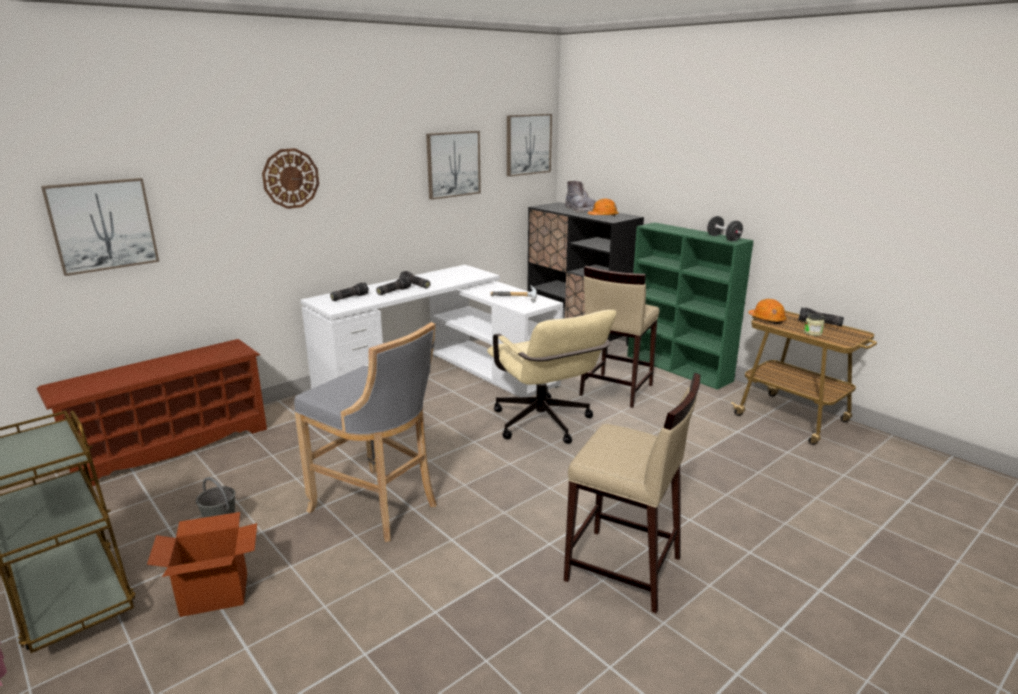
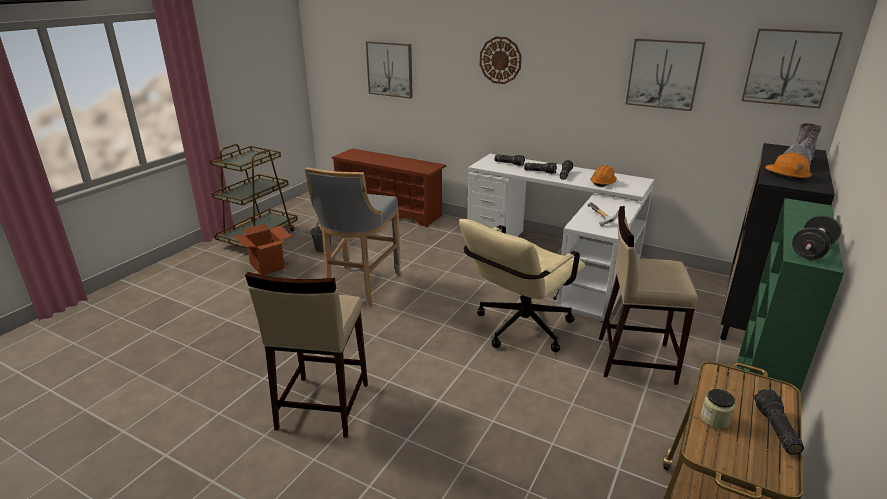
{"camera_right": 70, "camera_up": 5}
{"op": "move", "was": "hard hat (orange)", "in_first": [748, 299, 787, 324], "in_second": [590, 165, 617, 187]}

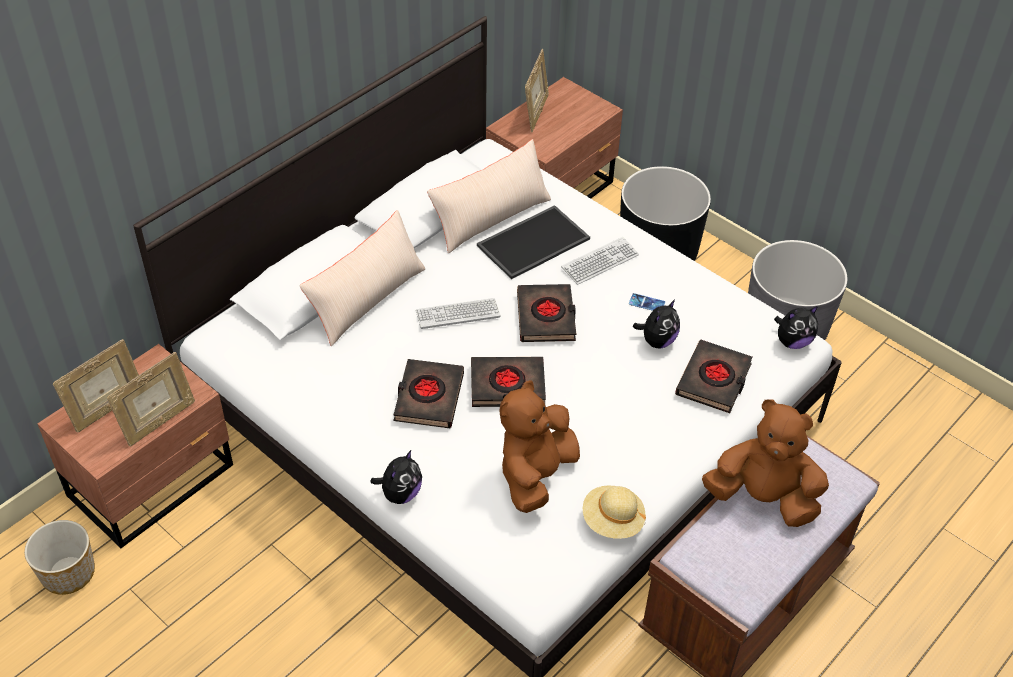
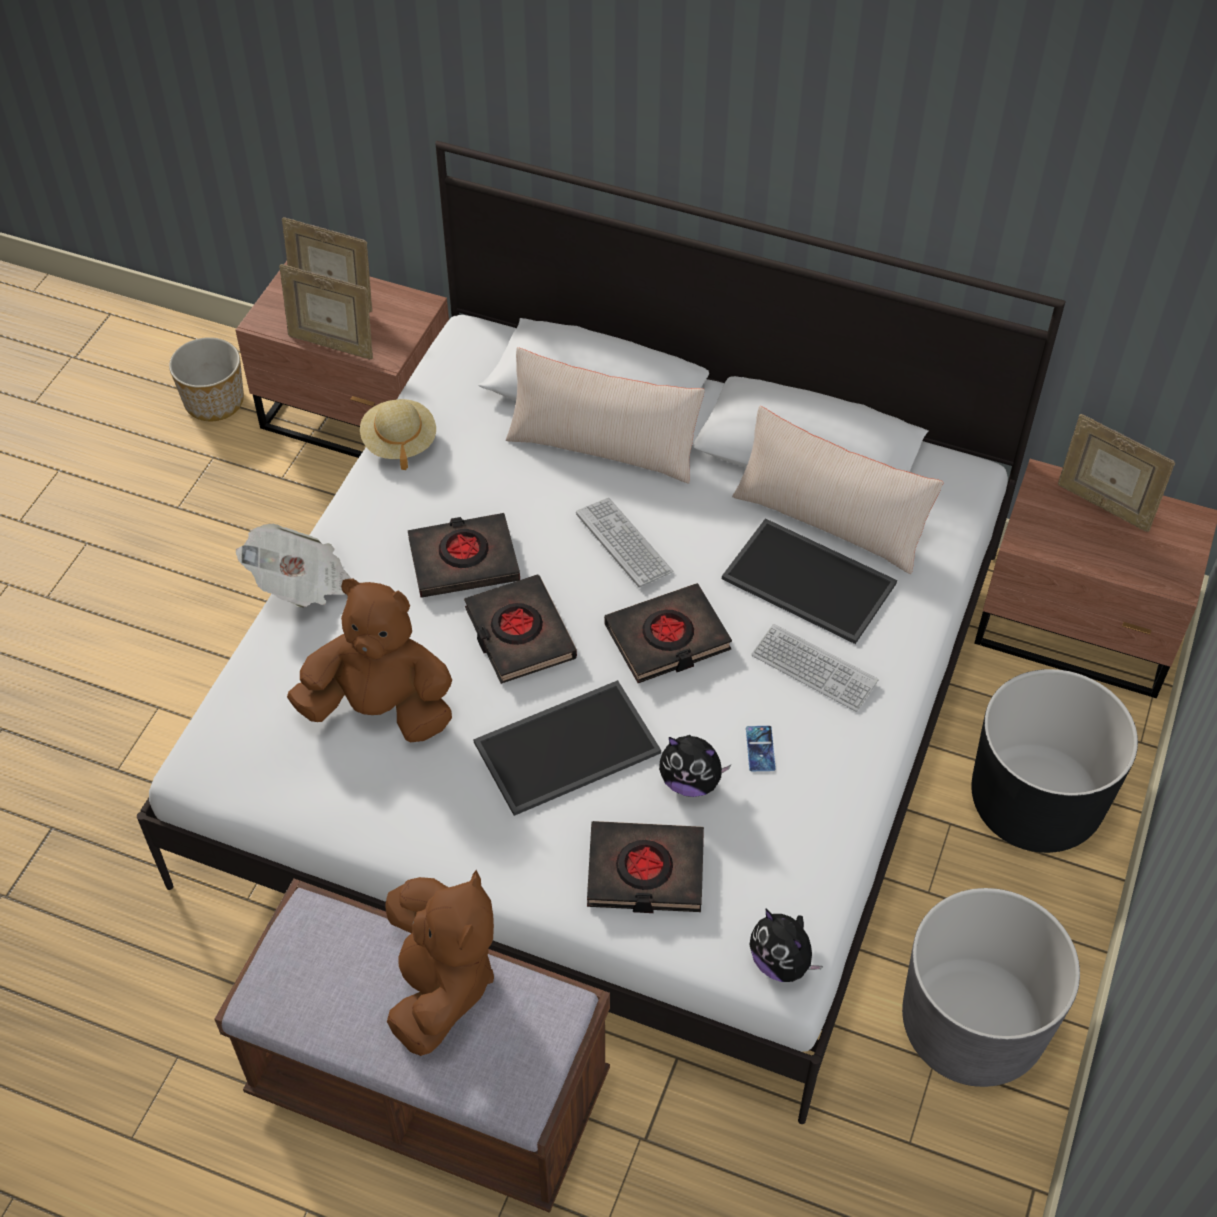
{"camera_right": 70, "camera_up": 5}
{"op": "rotate", "was": "picture frame", "in_first": [525, 49, 549, 132], "in_second": [1058, 414, 1175, 532], "clockwise": 45}
{"op": "replace", "was": "plush toy", "now": "newspaper", "in_first": [370, 450, 422, 504], "in_second": [236, 524, 351, 608]}
{"op": "move", "was": "hat (beige)", "in_first": [583, 486, 646, 539], "in_second": [360, 399, 436, 470]}
{"op": "insert", "now": "tray", "in_second": [473, 680, 661, 816]}

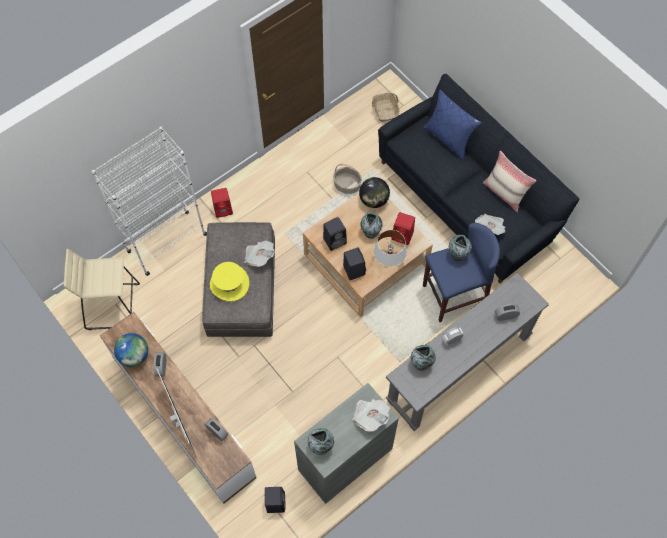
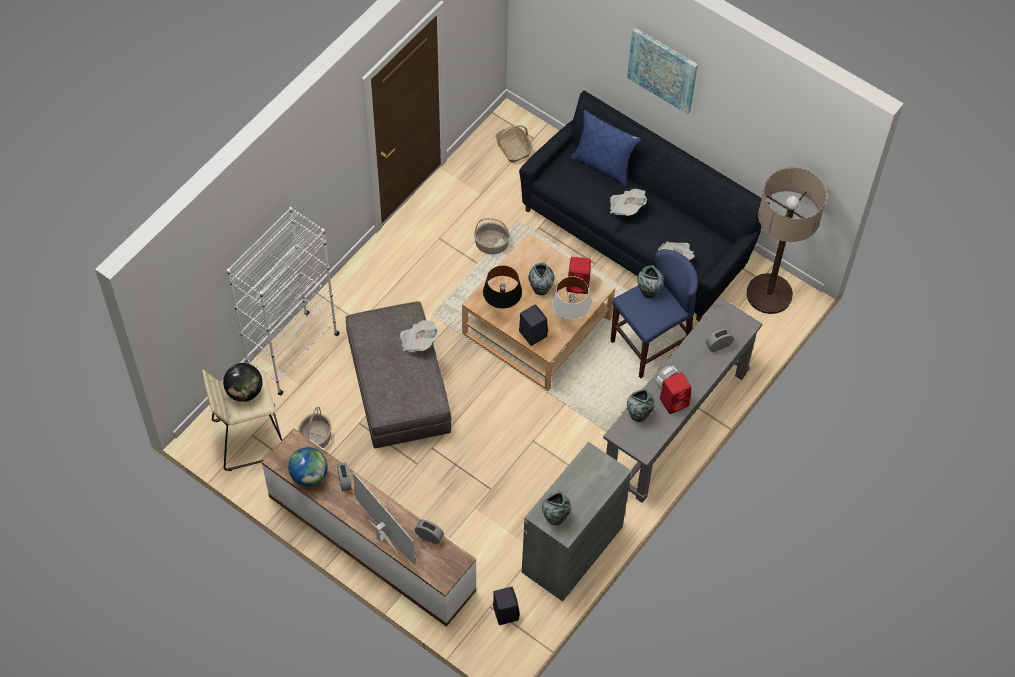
{"camera_right": -15, "camera_up": -5}
{"op": "delete", "was": "pillow (beige)", "in_first": [483, 151, 536, 212]}
{"op": "move", "was": "globe", "in_first": [359, 177, 390, 208], "in_second": [223, 363, 262, 402]}
{"op": "move", "was": "speaker (red)", "in_first": [211, 188, 233, 218], "in_second": [660, 372, 691, 414]}
{"op": "replace", "was": "speaker (black)", "now": "table lamp (black)", "in_first": [323, 217, 347, 251], "in_second": [483, 266, 522, 309]}
{"op": "delete", "was": "hat (yellow)", "in_first": [210, 262, 250, 302]}
{"op": "move", "was": "newspaper", "in_first": [352, 399, 390, 432], "in_second": [610, 188, 647, 216]}
{"op": "insert", "now": "picture", "in_second": [627, 28, 698, 114]}
{"op": "insert", "now": "floor lamp", "in_second": [746, 168, 827, 314]}
{"op": "insert", "now": "basket", "in_second": [298, 407, 331, 448]}

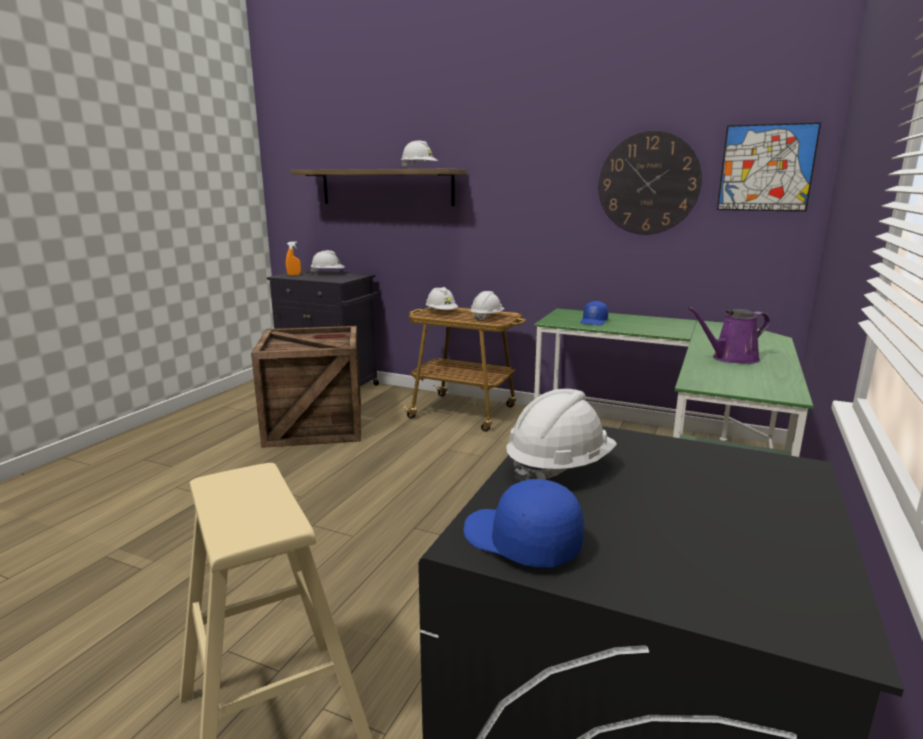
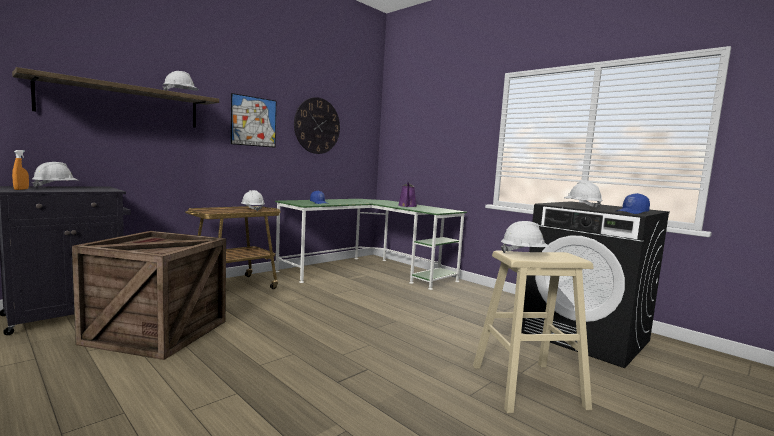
{"camera_right": -70, "camera_up": -10}
{"op": "move", "was": "picture", "in_first": [717, 122, 821, 212], "in_second": [231, 93, 276, 148]}
{"op": "move", "was": "hard hat (white)", "in_first": [426, 287, 458, 310], "in_second": [501, 221, 550, 253]}

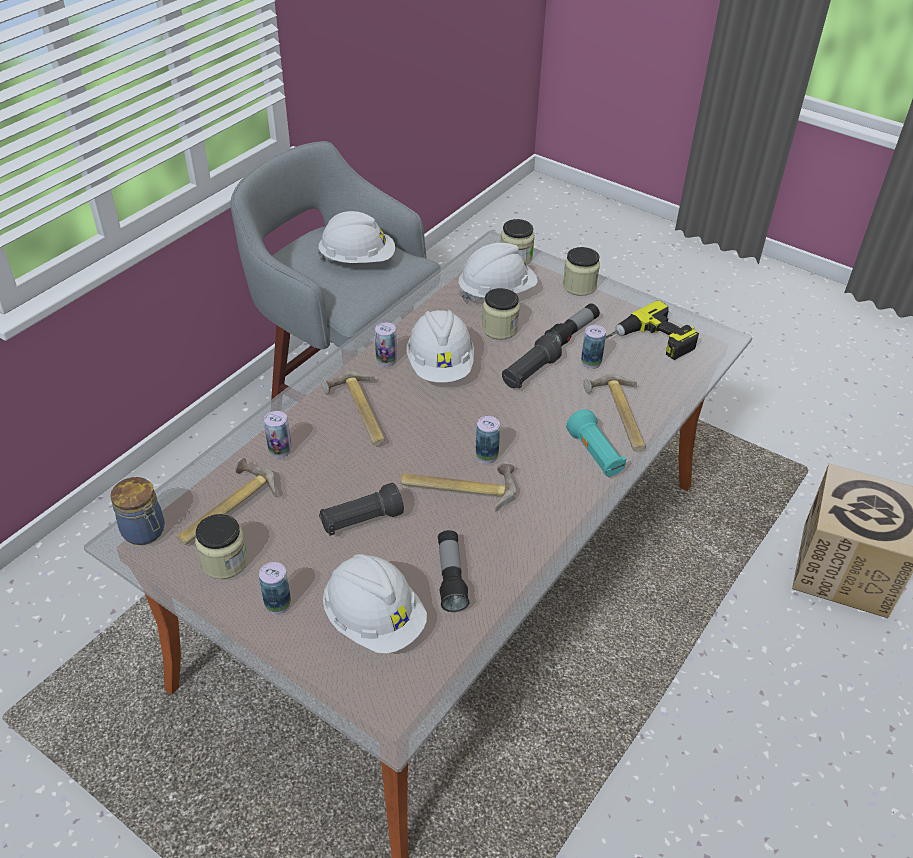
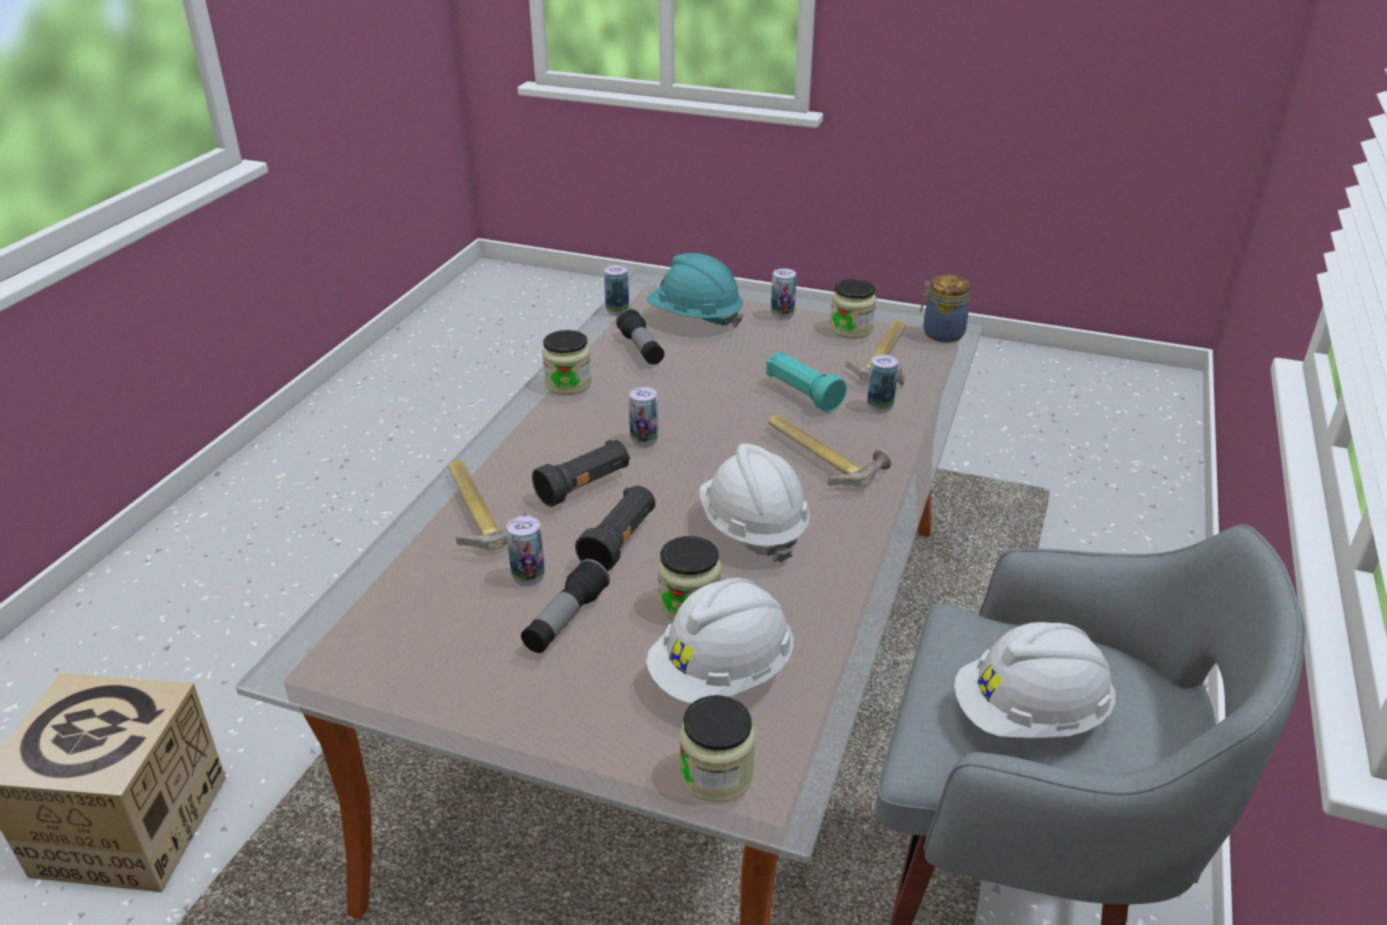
{"camera_right": 165, "camera_up": -10}
{"op": "move", "was": "jar", "in_first": [563, 247, 600, 296], "in_second": [542, 330, 592, 395]}
{"op": "delete", "was": "power drill", "in_first": [606, 301, 699, 360]}
{"op": "move", "was": "can", "in_first": [375, 322, 397, 367], "in_second": [604, 265, 629, 316]}
{"op": "move", "was": "flashlight (turquoise)", "in_first": [566, 409, 626, 476], "in_second": [766, 351, 847, 412]}
{"op": "delete", "was": "hammer", "in_first": [401, 462, 516, 512]}
{"op": "move", "was": "flashlight (black)", "in_first": [319, 483, 404, 536], "in_second": [532, 440, 630, 507]}
{"op": "recolor", "was": "hard hat (white)", "now": "hard hat (turquoise)", "in_first": [323, 554, 427, 654], "in_second": [647, 253, 744, 328]}

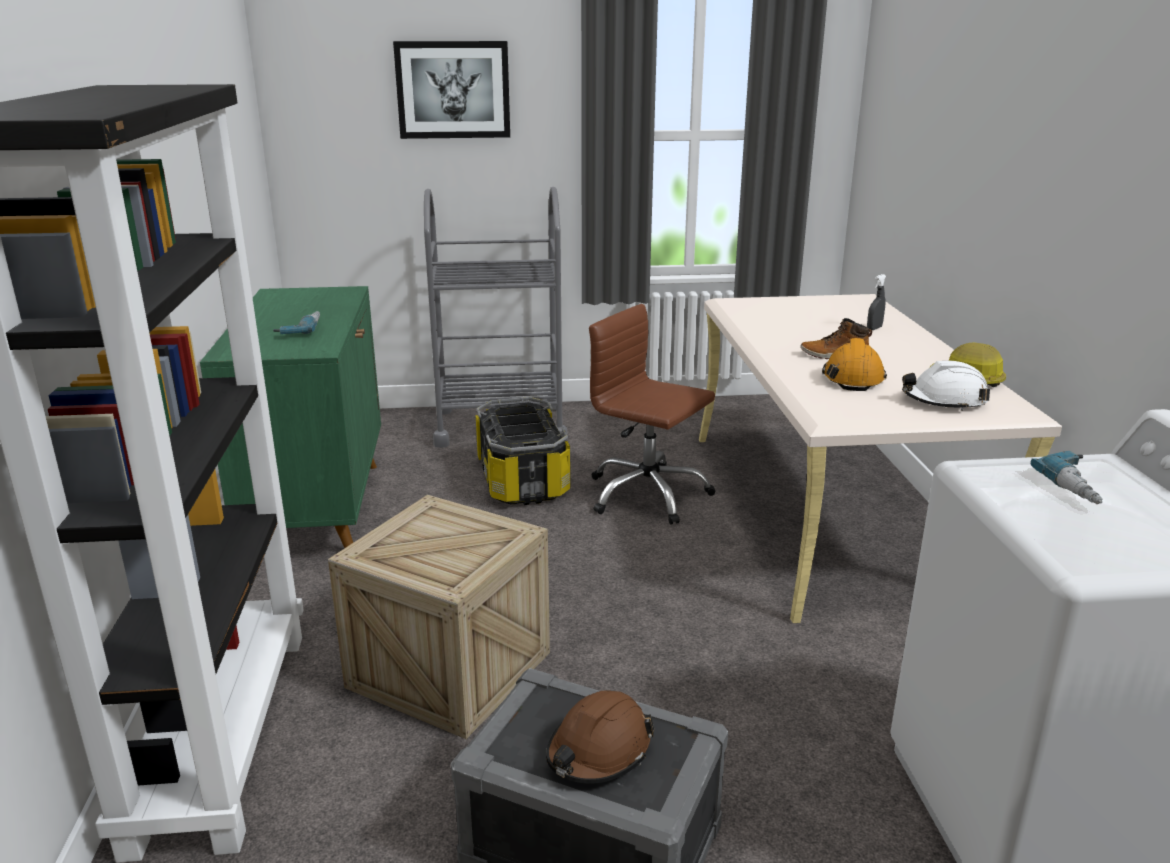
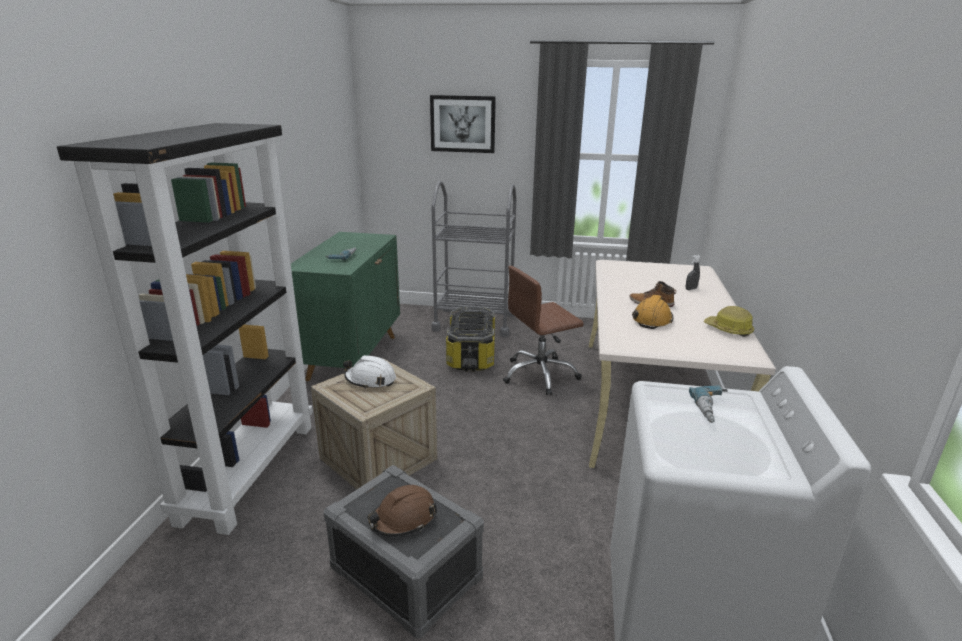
{"camera_right": 15, "camera_up": 0}
{"op": "rotate", "was": "office chair (brown)", "in_first": [589, 304, 716, 525], "in_second": [503, 266, 584, 395], "clockwise": -75}
{"op": "move", "was": "hard hat (white)", "in_first": [902, 361, 990, 411], "in_second": [343, 355, 396, 389]}

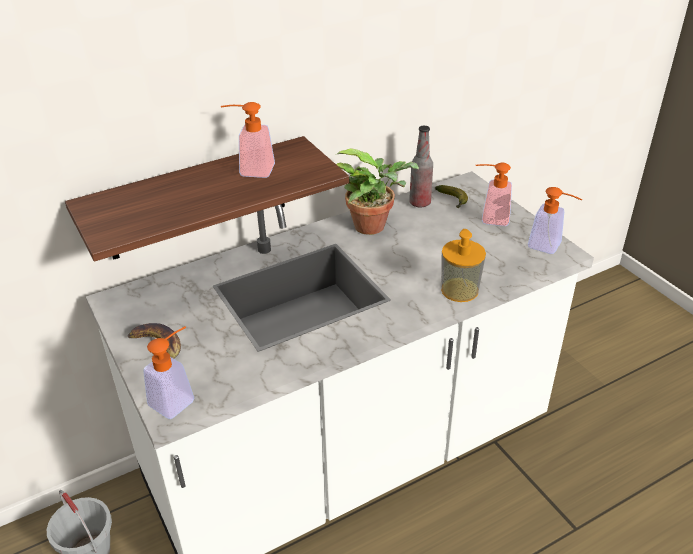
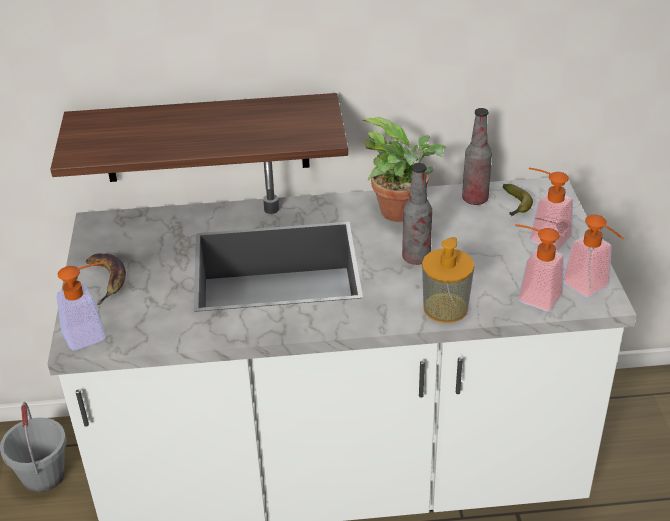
{"camera_right": 25, "camera_up": 0}
{"op": "move", "was": "soap dispenser", "in_first": [221, 102, 275, 178], "in_second": [515, 224, 564, 311]}
{"op": "insert", "now": "bottle", "in_second": [402, 163, 432, 265]}

